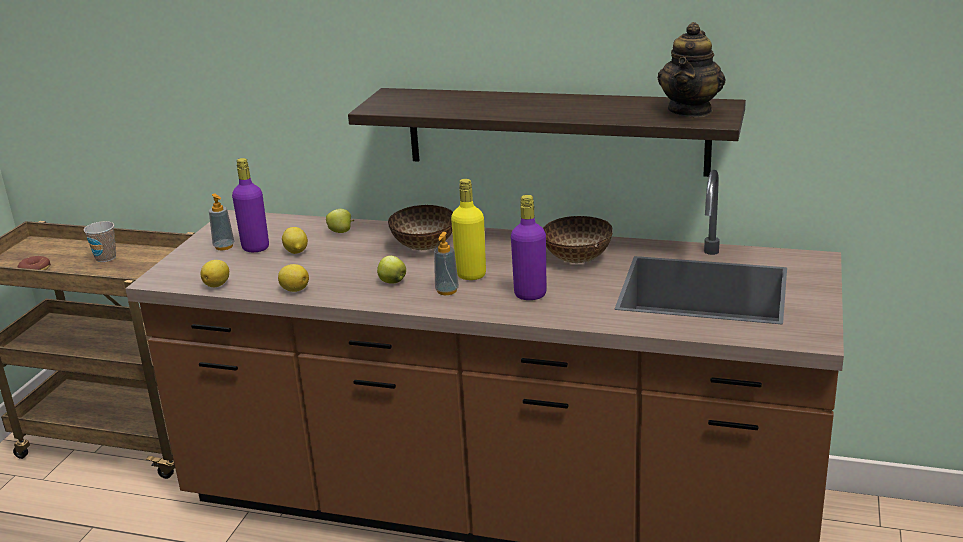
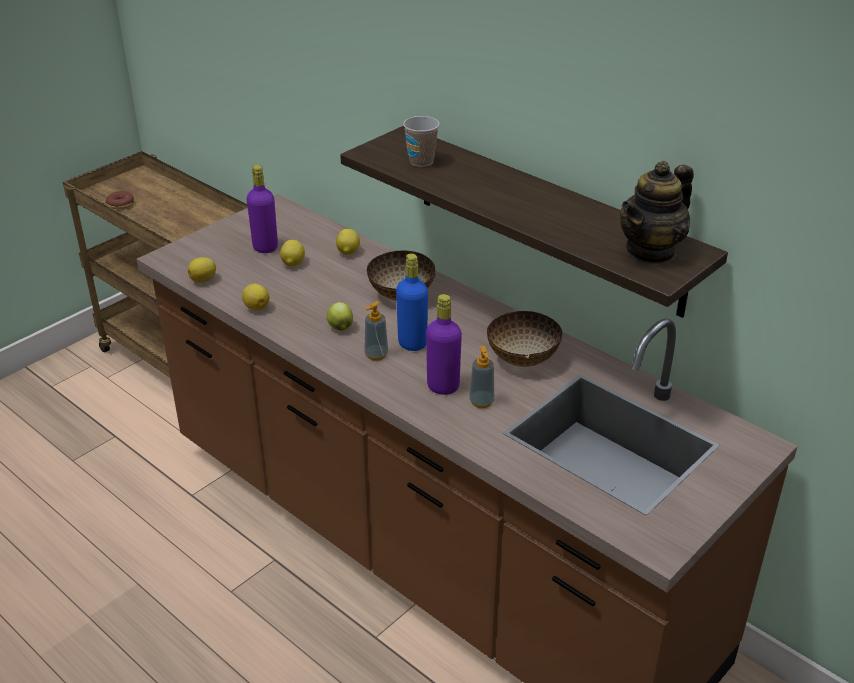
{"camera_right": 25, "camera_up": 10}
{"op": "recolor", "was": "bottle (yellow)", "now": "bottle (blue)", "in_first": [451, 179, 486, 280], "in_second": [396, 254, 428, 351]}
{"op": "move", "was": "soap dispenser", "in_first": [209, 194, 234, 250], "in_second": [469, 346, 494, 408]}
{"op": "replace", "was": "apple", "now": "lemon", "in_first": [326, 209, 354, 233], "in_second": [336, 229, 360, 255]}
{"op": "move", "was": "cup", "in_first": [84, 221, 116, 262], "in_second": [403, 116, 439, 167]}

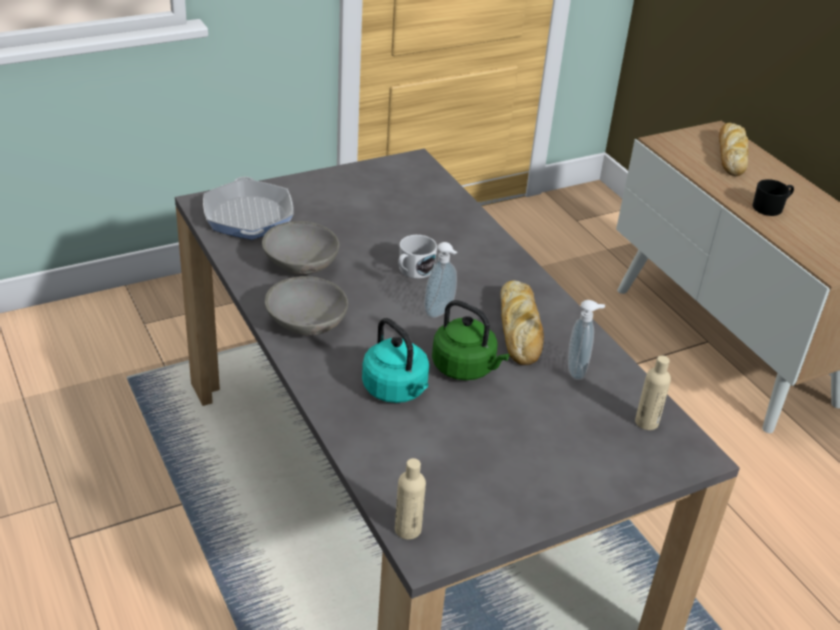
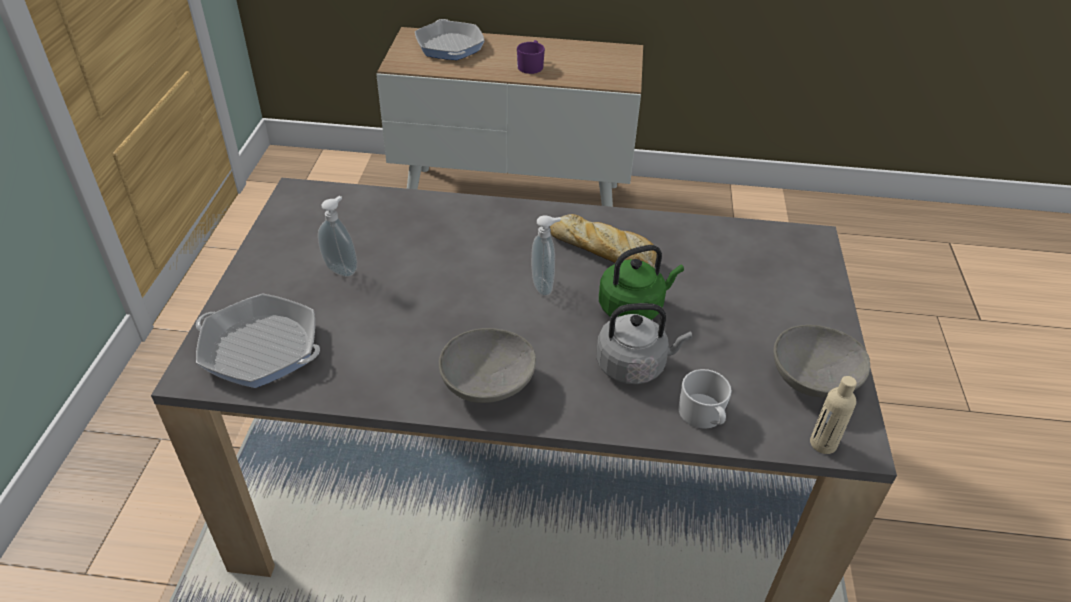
{"camera_right": -55, "camera_up": 5}
{"op": "replace", "was": "bread", "now": "frying pan", "in_first": [719, 123, 749, 176], "in_second": [415, 19, 485, 60]}
{"op": "recolor", "was": "mug (black)", "now": "mug (purple)", "in_first": [753, 179, 794, 216], "in_second": [517, 40, 545, 74]}
{"op": "move", "was": "bowl (grey)", "in_first": [262, 221, 339, 274], "in_second": [774, 325, 870, 398]}
{"op": "move", "was": "mug (white)", "in_first": [398, 235, 437, 279], "in_second": [678, 369, 732, 429]}
{"op": "move", "was": "soap dispenser", "in_first": [568, 300, 605, 380], "in_second": [318, 196, 357, 277]}
{"op": "recolor", "was": "kettle (turquoise)", "now": "kettle (grey)", "in_first": [362, 318, 429, 403], "in_second": [596, 303, 692, 384]}
{"op": "delete", "was": "bottle (beige)", "in_first": [635, 355, 671, 430]}

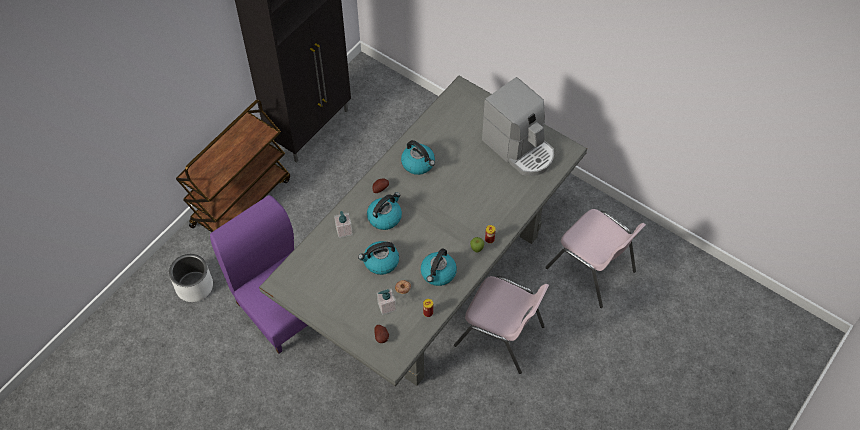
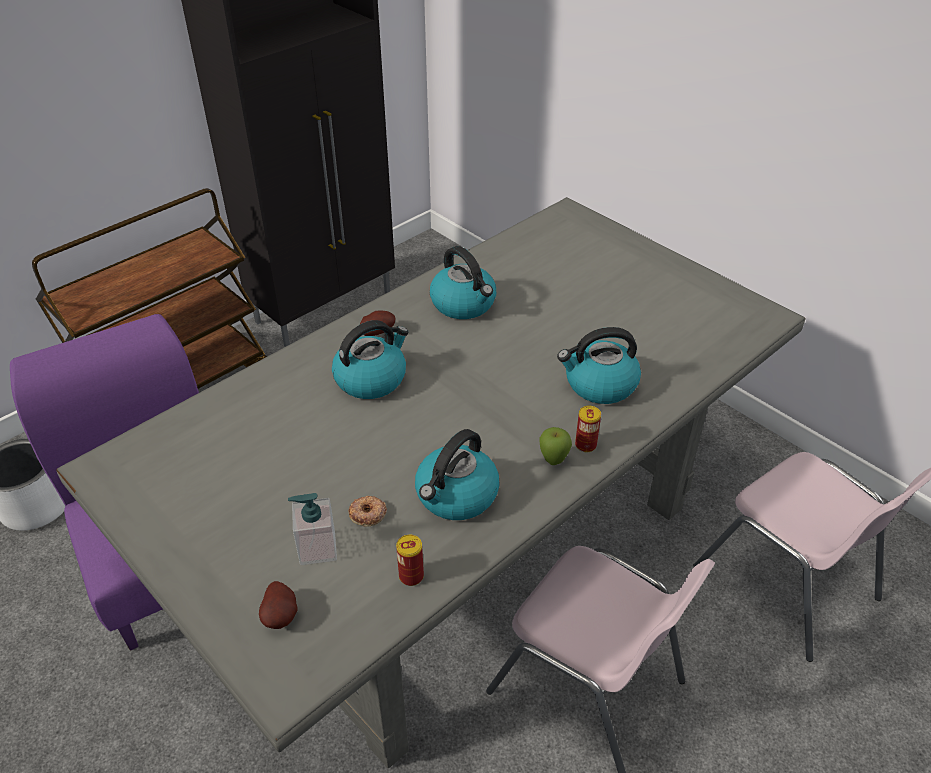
{"camera_right": 10, "camera_up": -15}
{"op": "delete", "was": "coffee machine", "in_first": [482, 77, 554, 176]}
{"op": "delete", "was": "soap dispenser", "in_first": [334, 211, 353, 238]}
{"op": "move", "was": "kettle", "in_first": [358, 241, 399, 275], "in_second": [557, 327, 641, 404]}

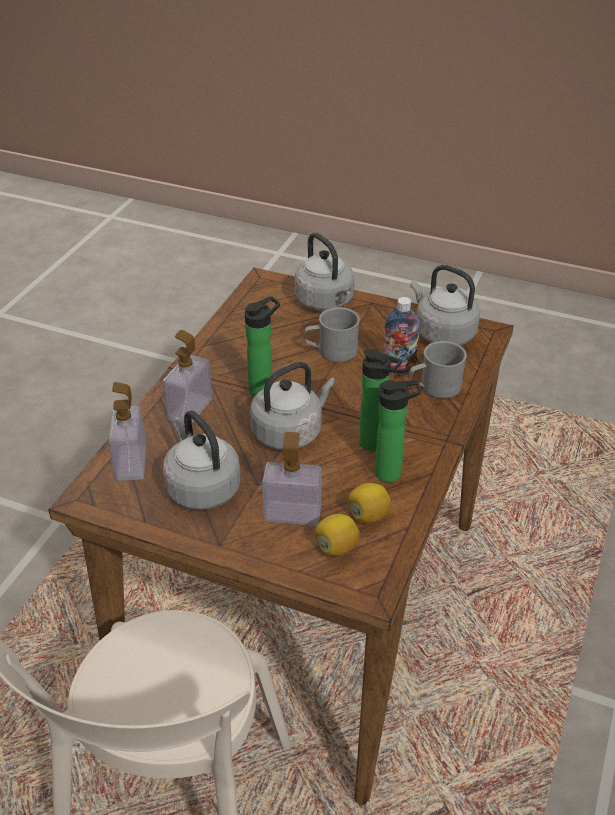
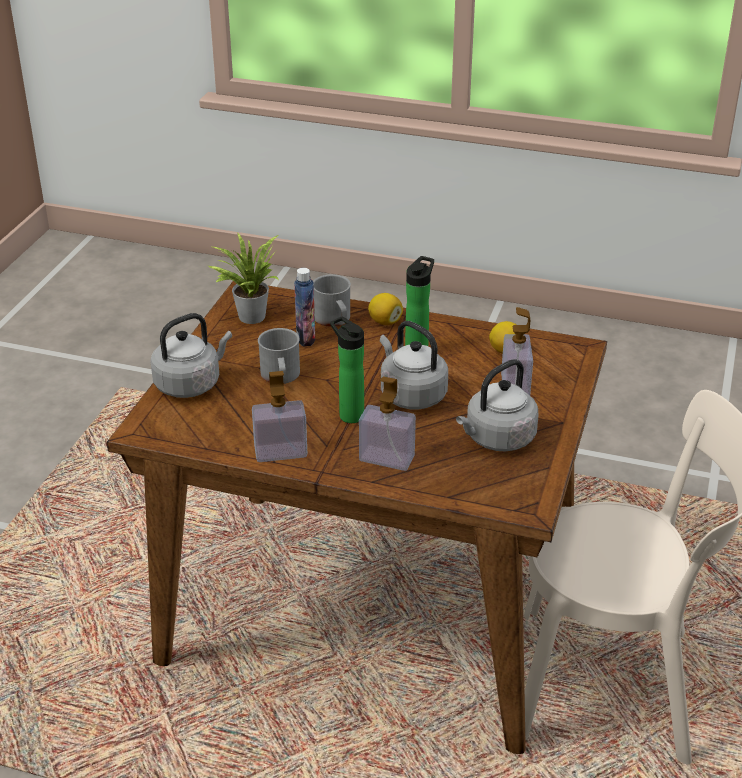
{"camera_right": -95, "camera_up": -5}
{"op": "replace", "was": "kettle (grey)", "now": "potted plant", "in_first": [410, 265, 480, 345], "in_second": [208, 232, 279, 324]}
{"op": "delete", "was": "bottle", "in_first": [375, 380, 421, 482]}
{"op": "move", "was": "soap dispenser", "in_first": [109, 382, 146, 481], "in_second": [252, 371, 307, 462]}
{"op": "move", "was": "lemon", "in_first": [315, 514, 360, 556], "in_second": [368, 293, 403, 325]}

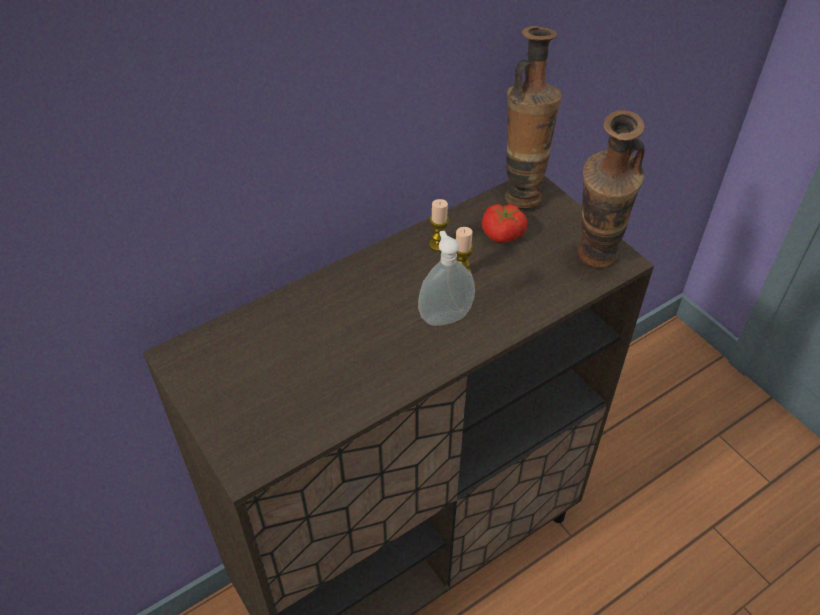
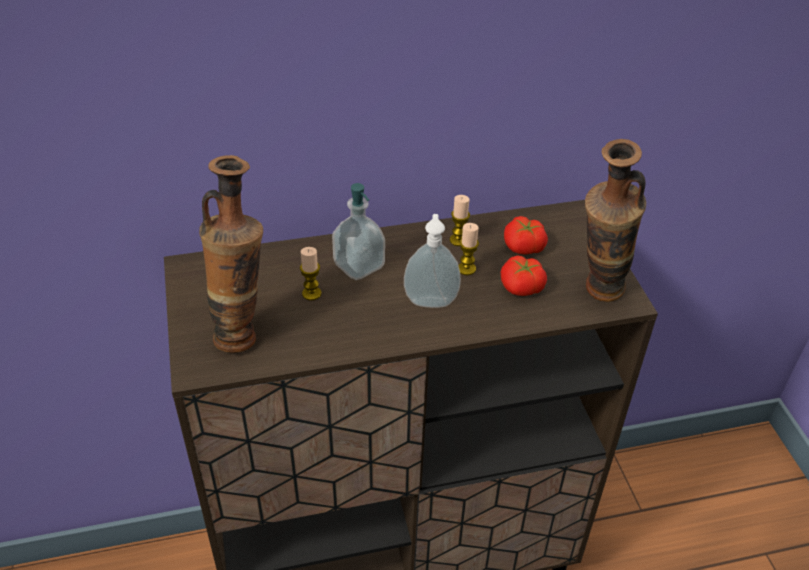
{"camera_right": 20, "camera_up": -5}
{"op": "move", "was": "vase", "in_first": [505, 26, 562, 208], "in_second": [199, 155, 263, 353]}
{"op": "insert", "now": "soap dispenser", "in_second": [332, 183, 385, 280]}
{"op": "insert", "now": "candle", "in_second": [300, 247, 321, 301]}
{"op": "insert", "now": "tomato", "in_second": [501, 255, 547, 296]}

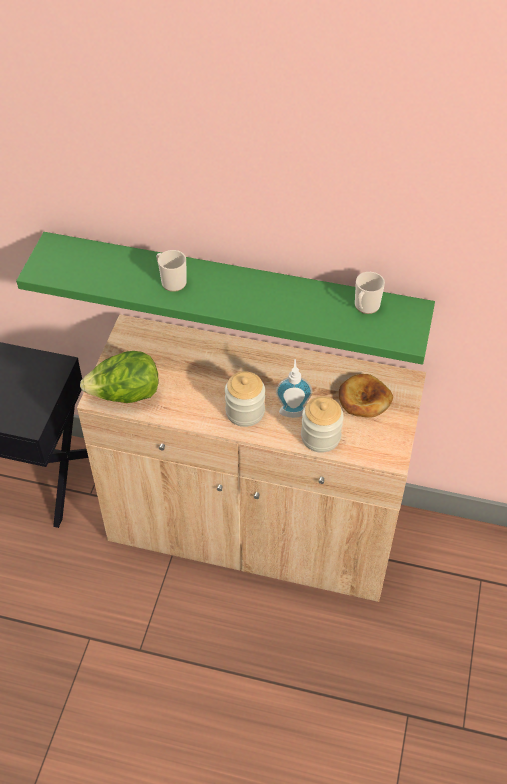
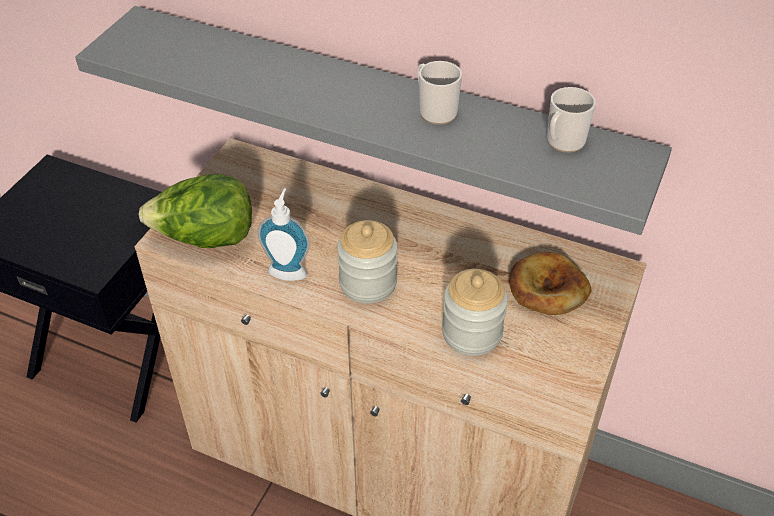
{"camera_right": 10, "camera_up": -5}
{"op": "recolor", "was": "shelf (green)", "now": "shelf (grey)", "in_first": [16, 232, 435, 365], "in_second": [75, 6, 672, 235]}
{"op": "move", "was": "mug", "in_first": [156, 250, 187, 292], "in_second": [417, 61, 462, 125]}
{"op": "move", "was": "soap dispenser", "in_first": [276, 359, 312, 418], "in_second": [258, 188, 310, 281]}

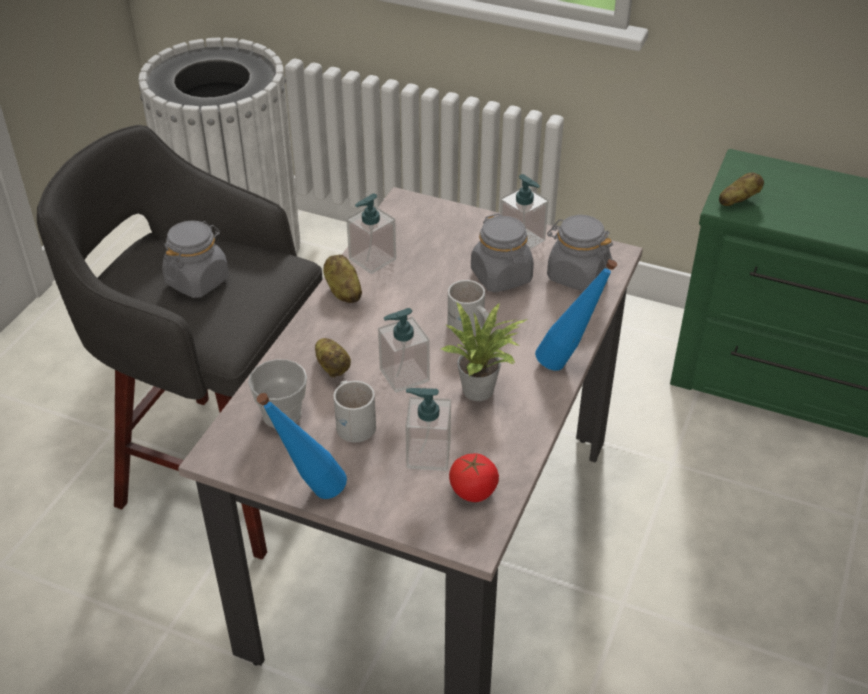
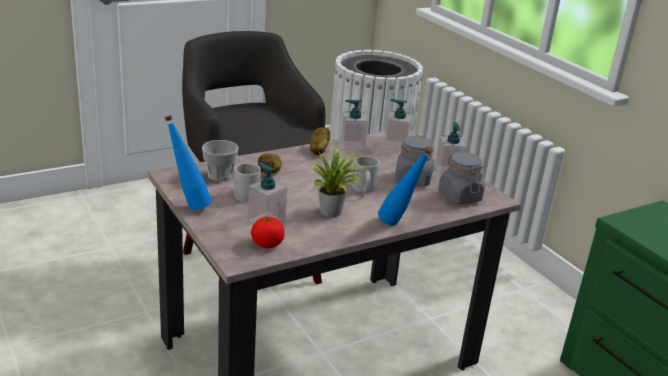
{"camera_right": 35, "camera_up": -15}
{"op": "delete", "was": "potato", "in_first": [719, 172, 764, 206]}
{"op": "delete", "was": "jar (grey)", "in_first": [162, 221, 229, 298]}
{"op": "move", "was": "soap dispenser", "in_first": [378, 308, 430, 393], "in_second": [384, 99, 412, 151]}

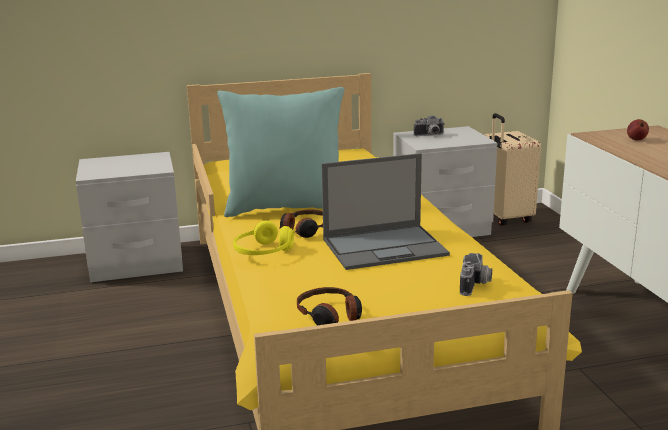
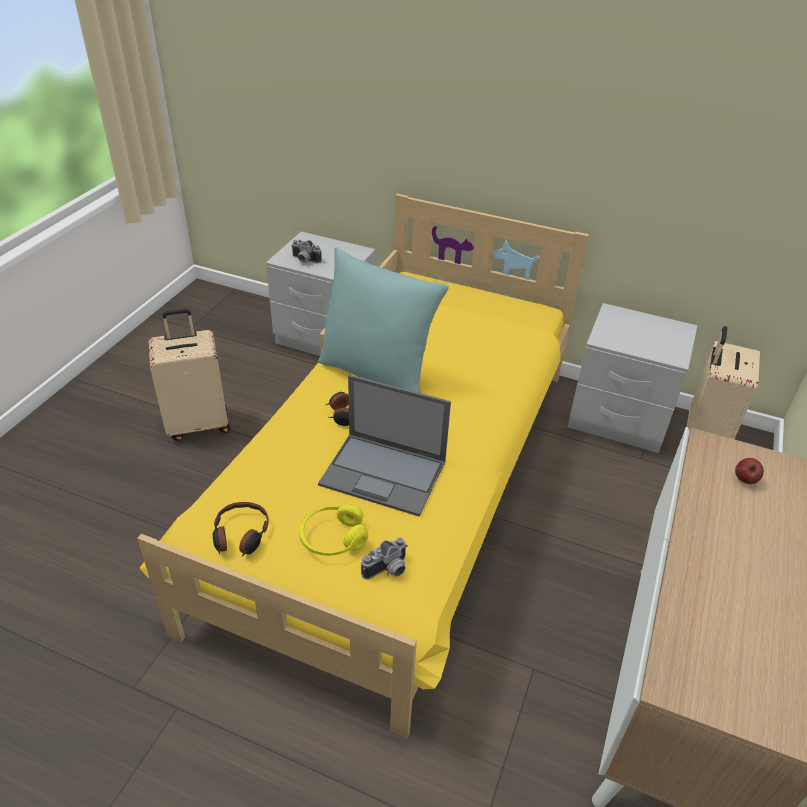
{"camera_right": 35, "camera_up": 20}
{"op": "move", "was": "photo camera", "in_first": [414, 115, 445, 136], "in_second": [291, 240, 322, 263]}
{"op": "move", "was": "headphones (yellow)", "in_first": [233, 221, 294, 255], "in_second": [299, 503, 368, 556]}
{"op": "insert", "now": "suitcase (beige)", "in_second": [148, 309, 230, 441]}

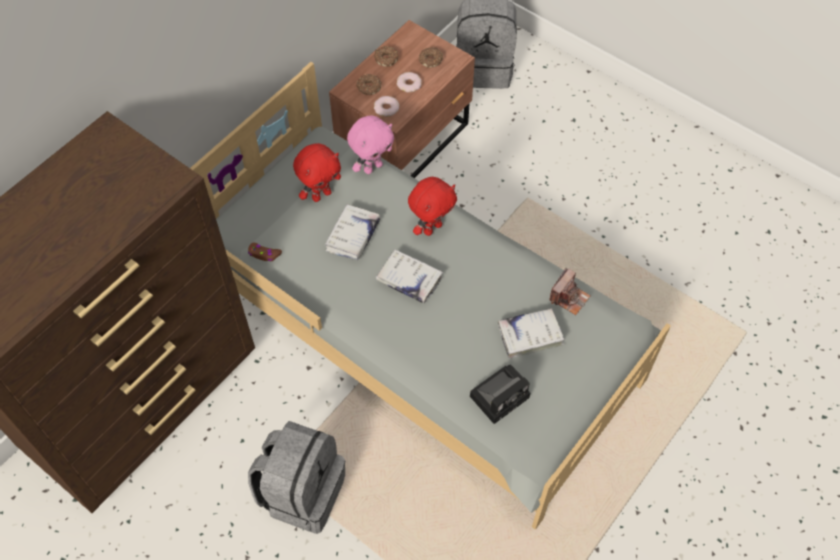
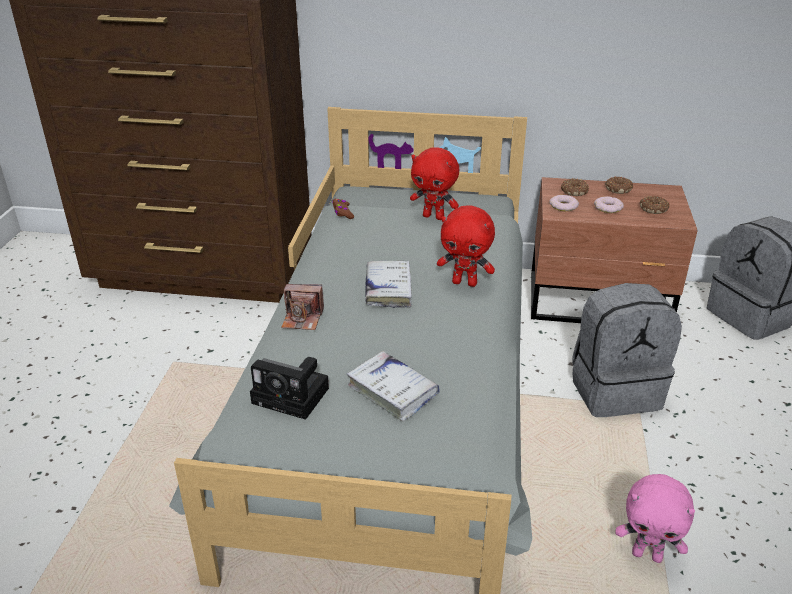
{"camera_right": 60, "camera_up": -25}
{"op": "move", "was": "plush toy (pink)", "in_first": [347, 115, 394, 174], "in_second": [615, 474, 695, 563]}
{"op": "delete", "was": "book (white)", "in_first": [325, 204, 380, 261]}
{"op": "move", "was": "photo camera", "in_first": [549, 268, 591, 315], "in_second": [281, 284, 324, 330]}
{"op": "move", "was": "backpack (grey)", "in_first": [248, 421, 345, 534], "in_second": [572, 283, 682, 417]}

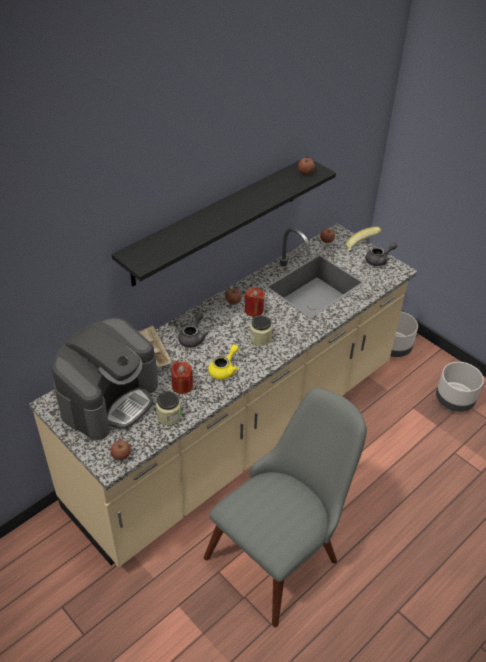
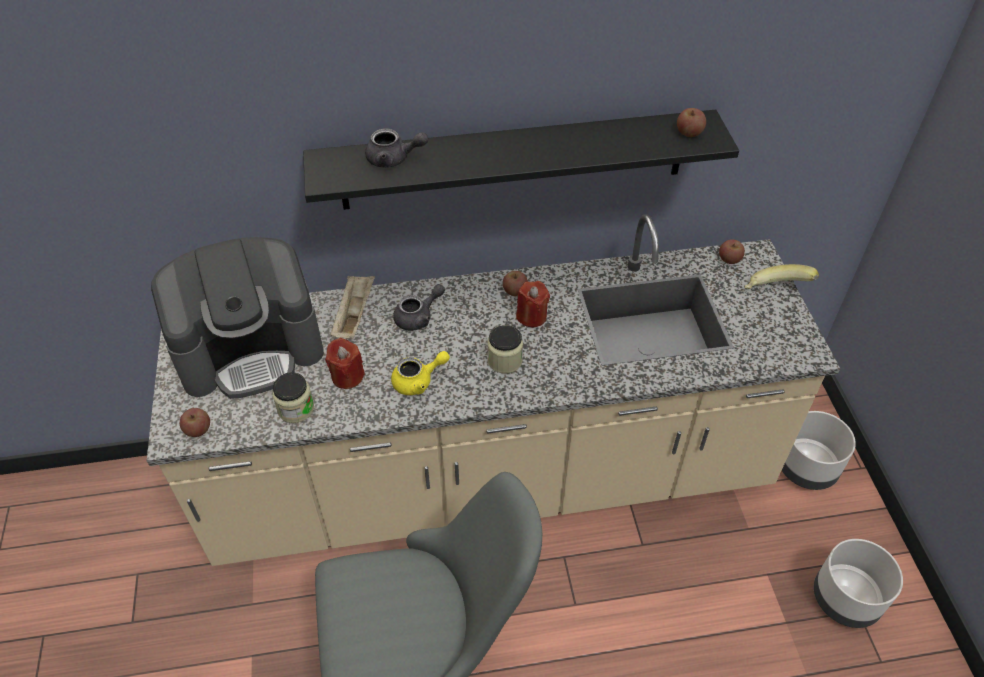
{"camera_right": 35, "camera_up": 5}
{"op": "move", "was": "teapot (grey)", "in_first": [365, 242, 397, 266], "in_second": [365, 129, 428, 168]}

